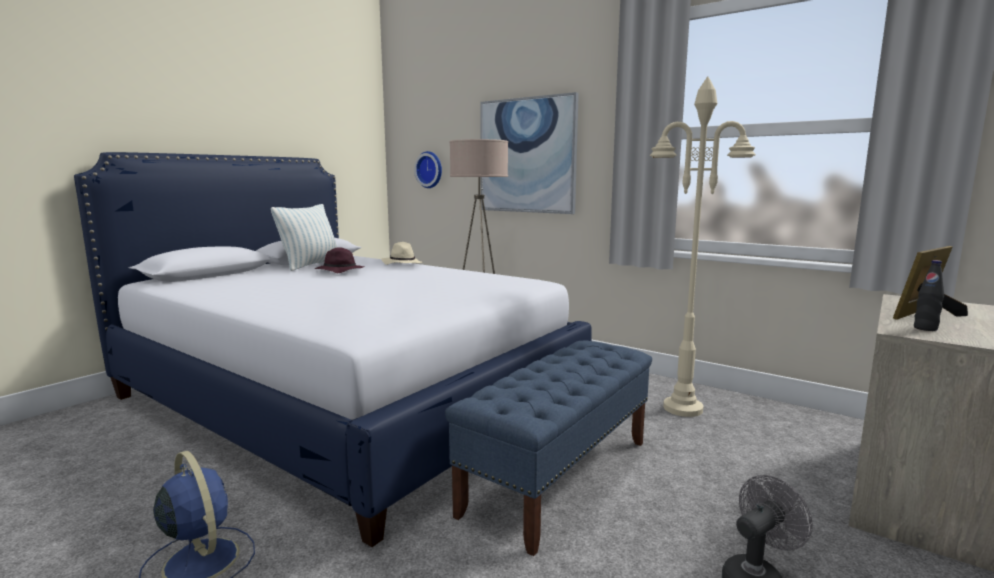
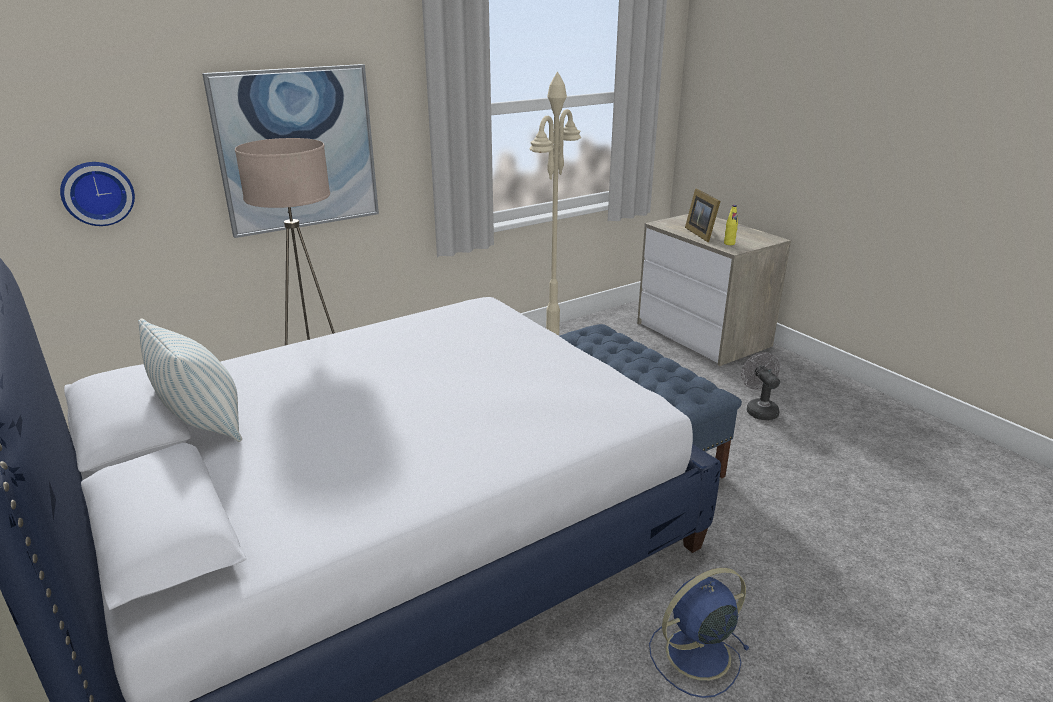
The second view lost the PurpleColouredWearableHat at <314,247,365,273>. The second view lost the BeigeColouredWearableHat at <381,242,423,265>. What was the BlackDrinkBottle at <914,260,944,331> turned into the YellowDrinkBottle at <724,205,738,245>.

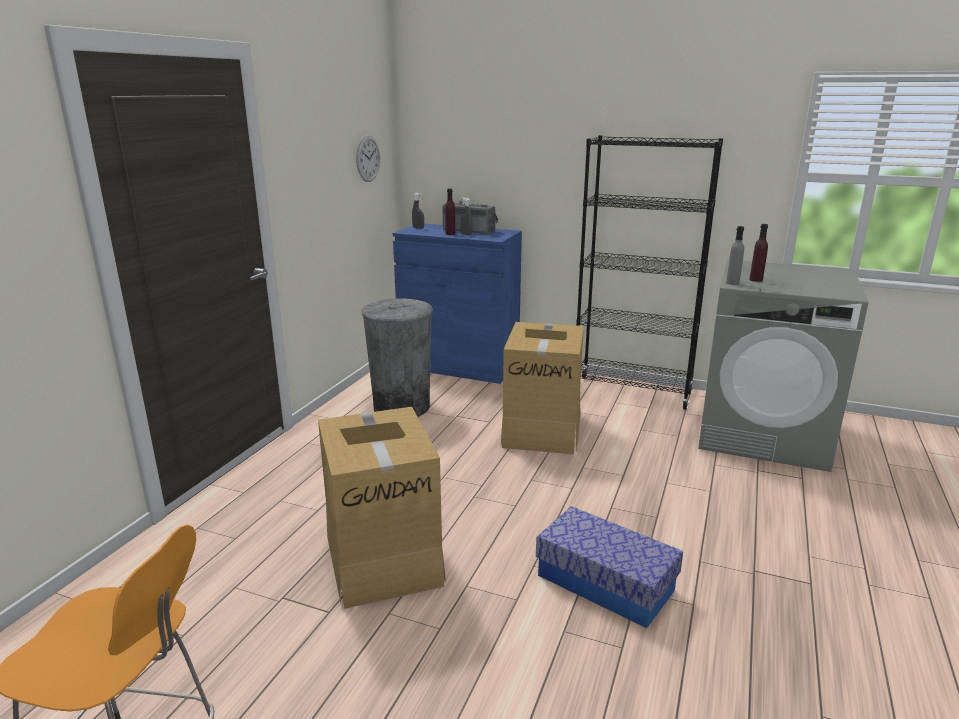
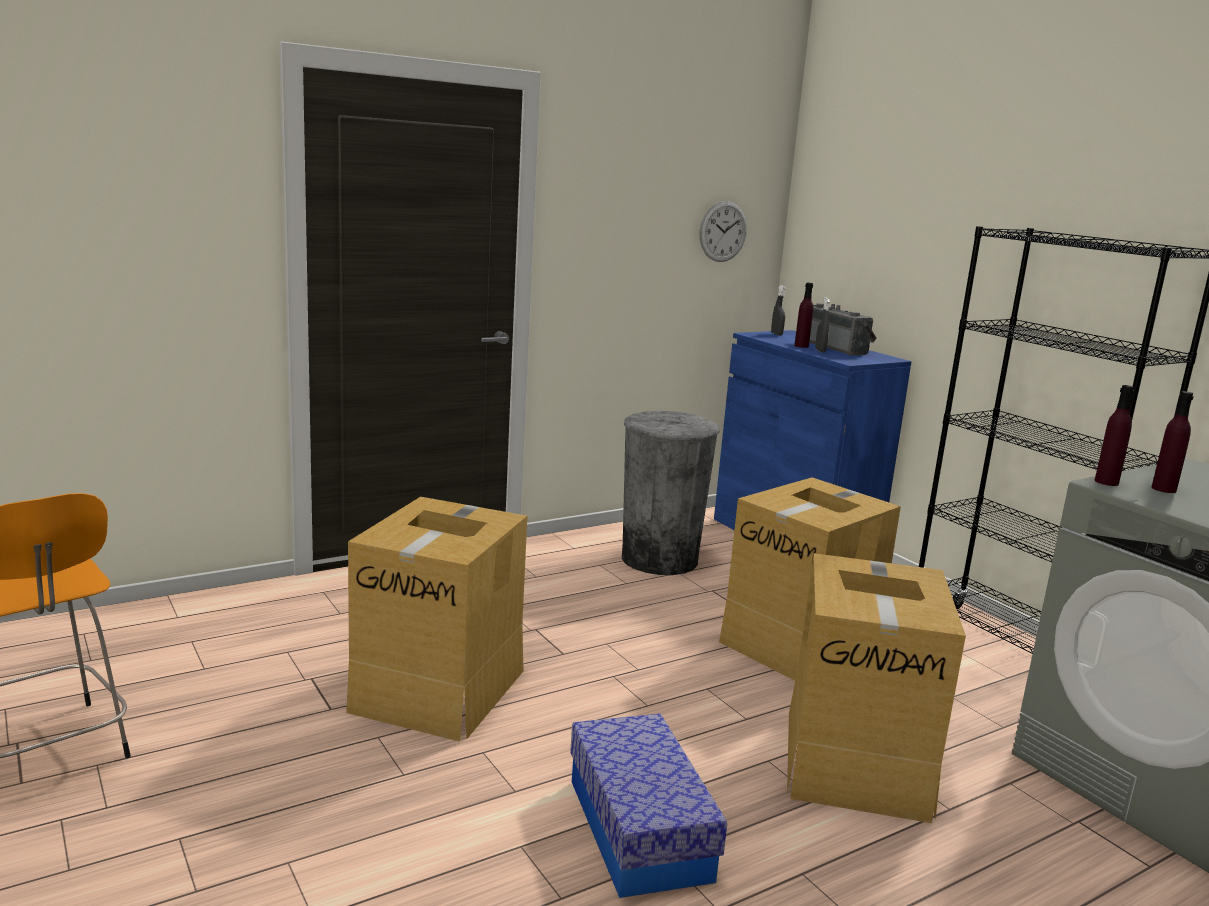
What was the GreyishDrinkBottle at <726,226,744,285> turned into the PurpleColouredDrinkBottle at <1095,385,1134,486>. The second view gained the Carton at <787,553,966,823>.

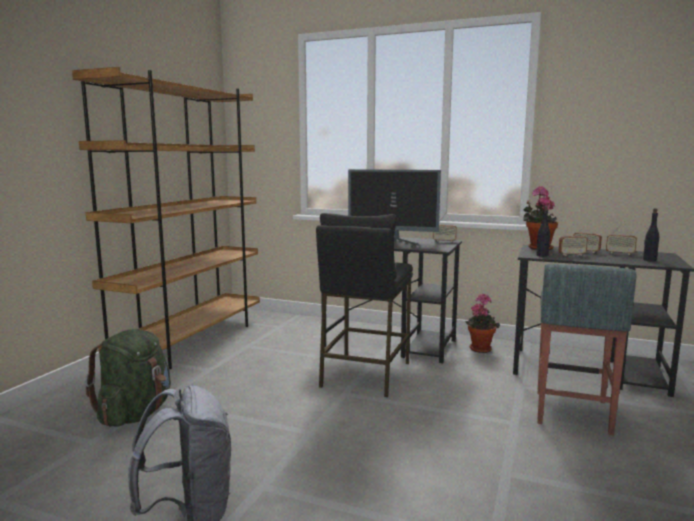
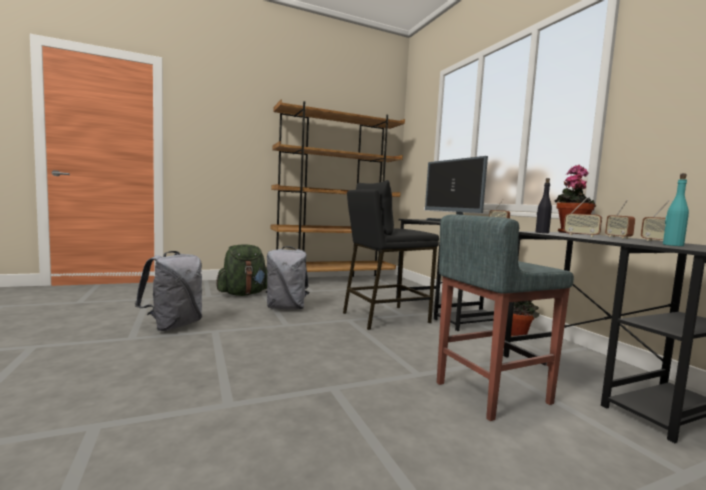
What was the BlackDrinkBottle at <643,208,659,261> turned into the TurquoiseDrinkBottle at <663,173,689,246>. The second view gained the GreyishKnapsack at <266,246,310,309>.

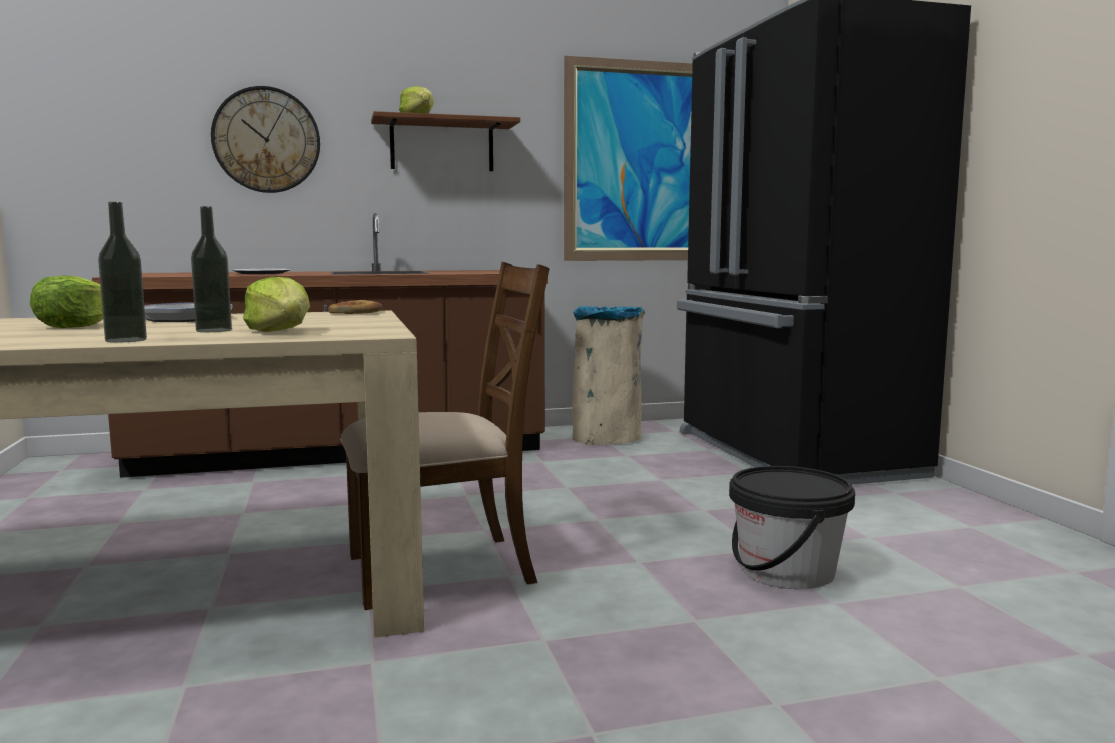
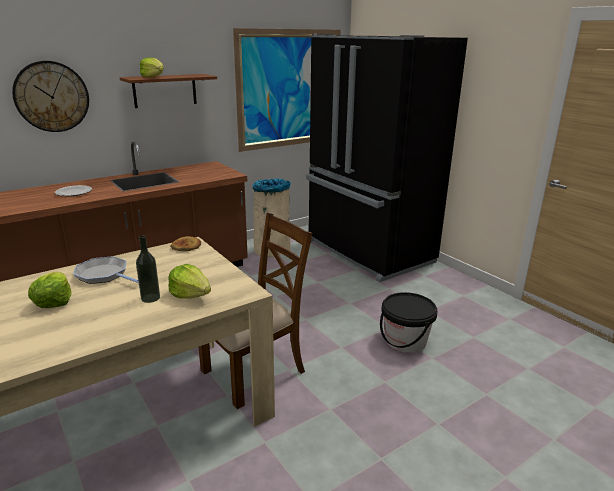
The second view lost the DrinkBottle at <98,202,147,343>.

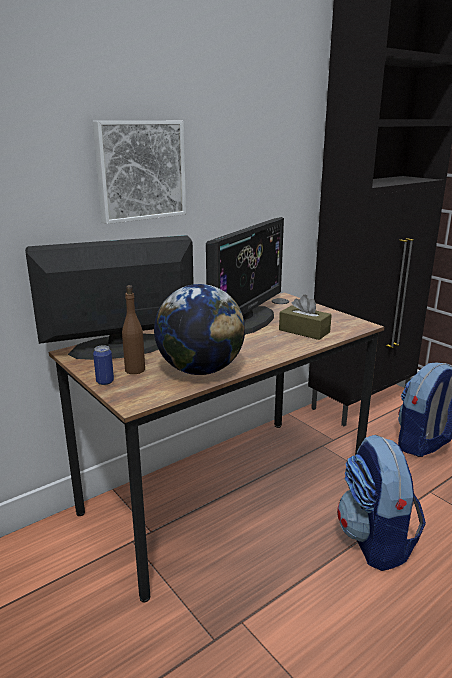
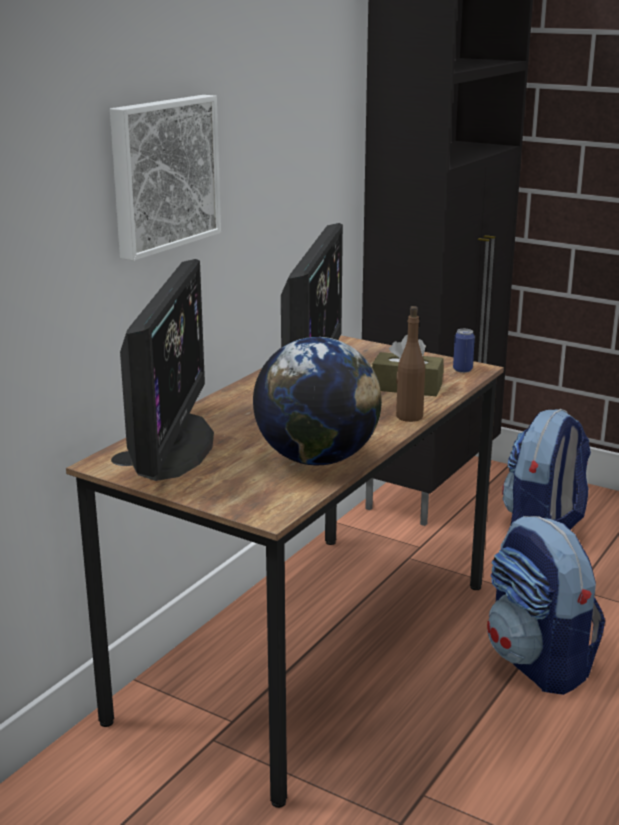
The ComputerScreen at <25,235,194,360> ended up facing another way, 135 degrees clockwise from before. The MetalCan ended up elsewhere, having gone from <93,345,114,385> to <453,329,475,373>. The BrownColouredDrinkBottle ended up elsewhere, having gone from <122,285,145,374> to <396,306,425,422>.

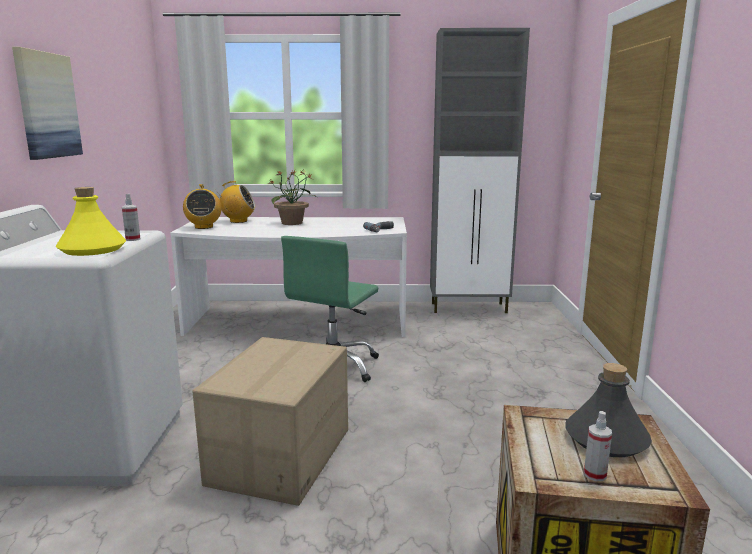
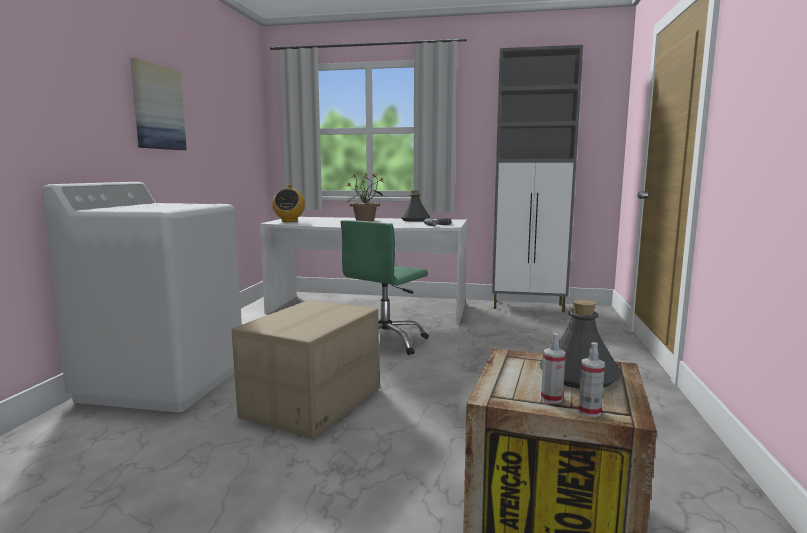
The second view lost the YellowDrinkBottle at <56,187,126,256>. The Sprayer ended up elsewhere, having gone from <122,194,140,241> to <578,342,605,417>. The second view lost the RadioSet at <215,181,255,223>. The second view gained the GreyishDrinkBottle at <400,190,430,222>.

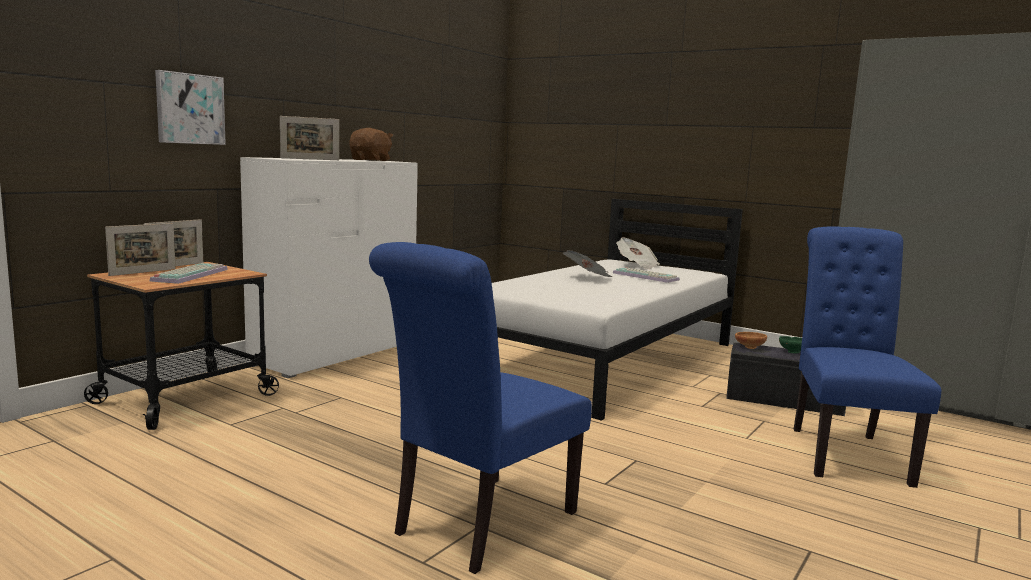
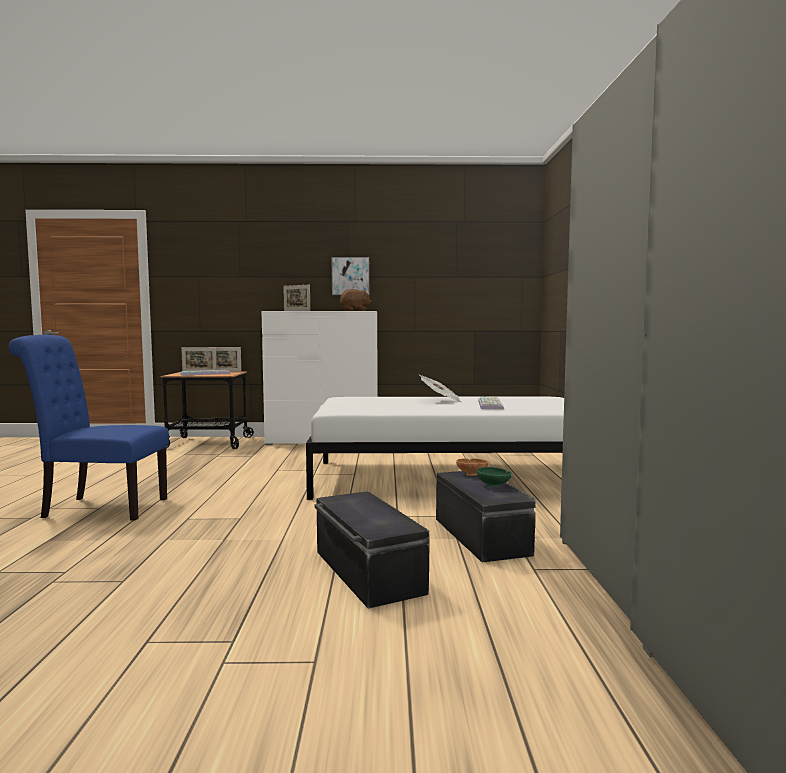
The Picture ended up elsewhere, having gone from <155,70,226,145> to <332,257,369,295>. The second view lost the Newspaper at <616,237,660,269>. Where the BlueColouredChair stood at <793,226,941,488>, the BlackStorageBin came to stand at <314,491,429,609>.

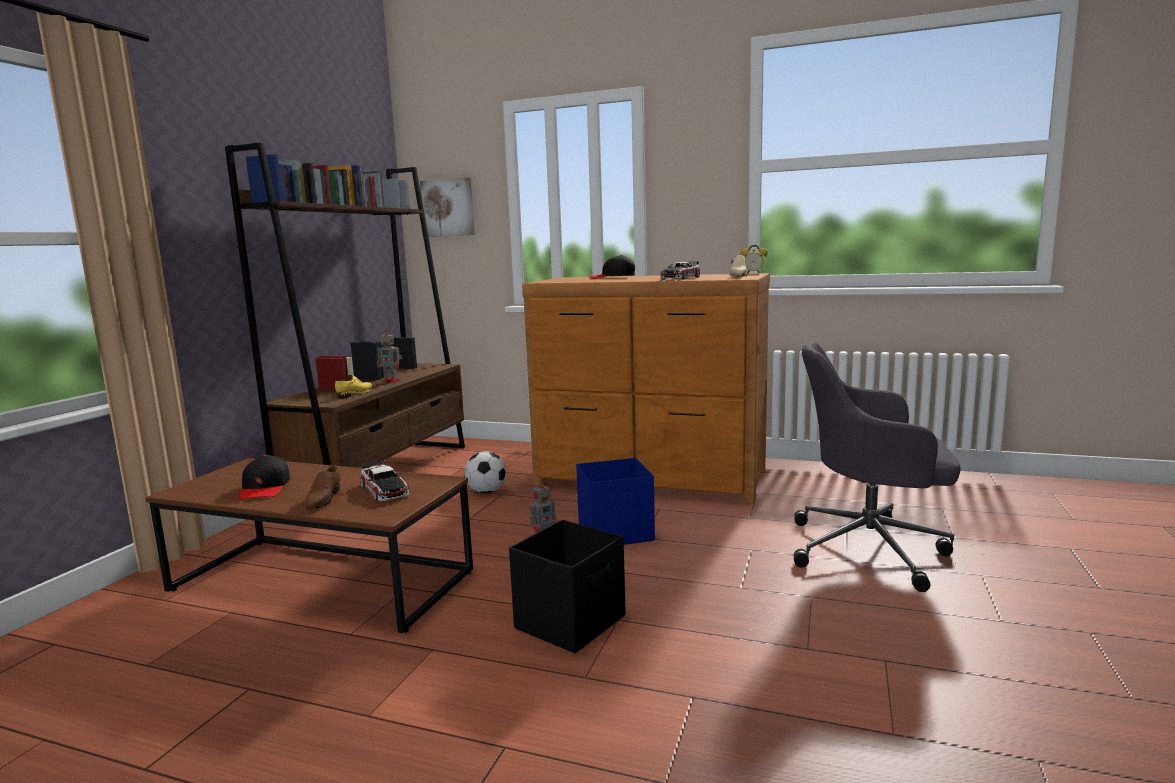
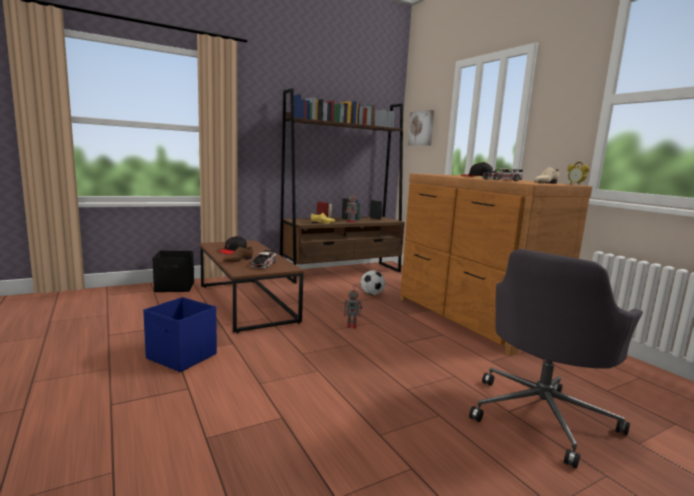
The BlackStorageBin ended up elsewhere, having gone from <509,520,626,653> to <152,251,194,292>. The BlueColouredStorageBin ended up elsewhere, having gone from <576,458,655,545> to <143,297,217,372>. The GreyishOfficeChair at <794,342,961,592> ended up facing another way, 105 degrees counterclockwise from before.

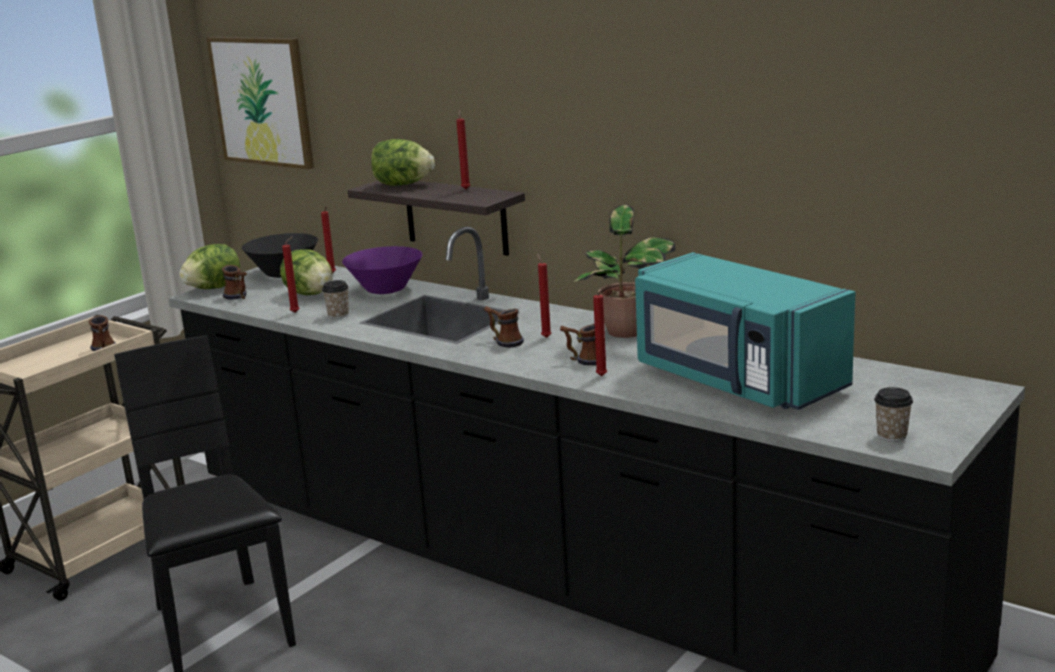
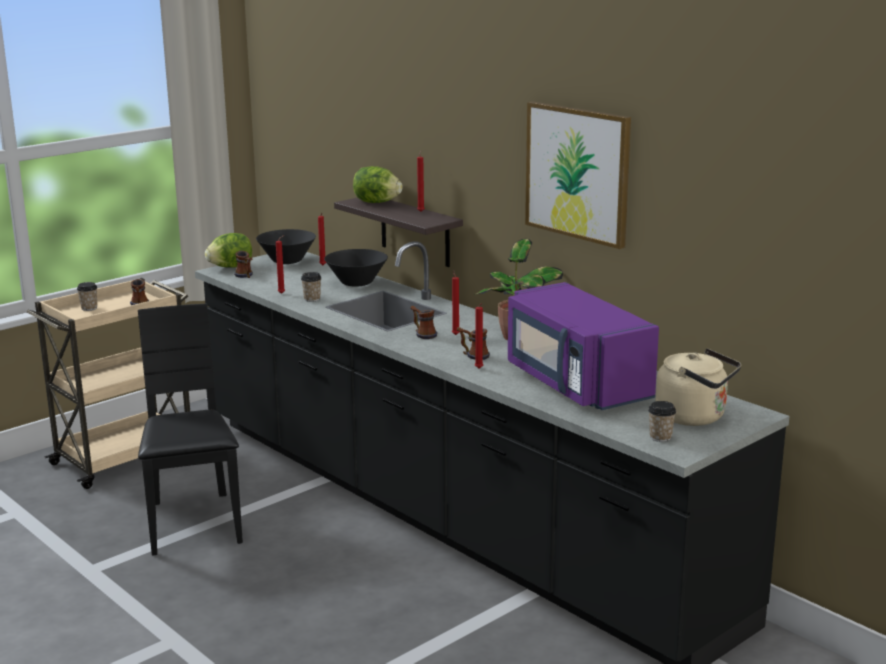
The Picture ended up elsewhere, having gone from <207,37,314,169> to <525,101,631,249>. The second view lost the Lettuce at <280,249,333,295>. What was the PurpleColouredBowl at <342,246,423,294> turned into the BlackBowl at <324,249,388,287>. What was the TurquoiseMicrowaveOven at <635,252,855,410> turned into the PurpleColouredMicrowaveOven at <508,282,659,410>. The second view gained the DrinkingCup at <77,282,97,311>. The second view gained the BeigeColouredKettle at <656,348,741,426>.

